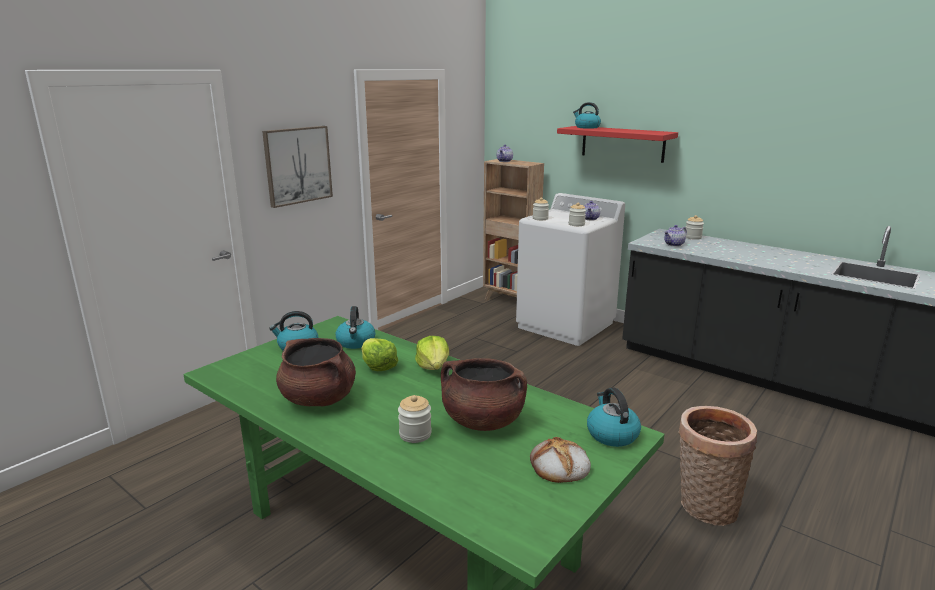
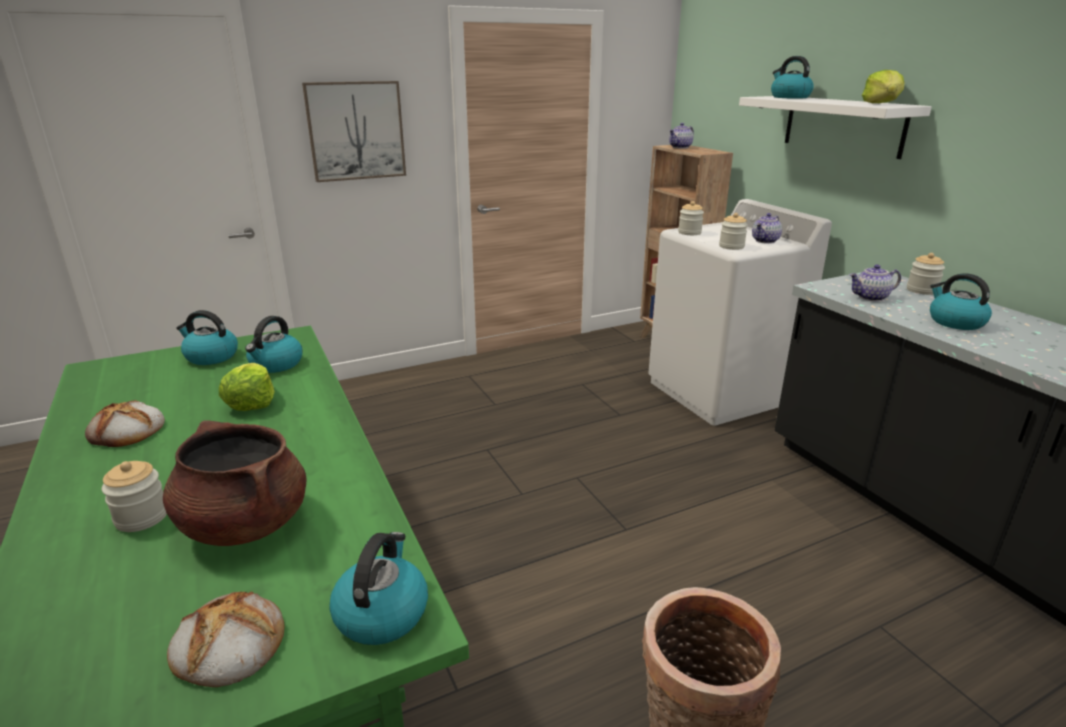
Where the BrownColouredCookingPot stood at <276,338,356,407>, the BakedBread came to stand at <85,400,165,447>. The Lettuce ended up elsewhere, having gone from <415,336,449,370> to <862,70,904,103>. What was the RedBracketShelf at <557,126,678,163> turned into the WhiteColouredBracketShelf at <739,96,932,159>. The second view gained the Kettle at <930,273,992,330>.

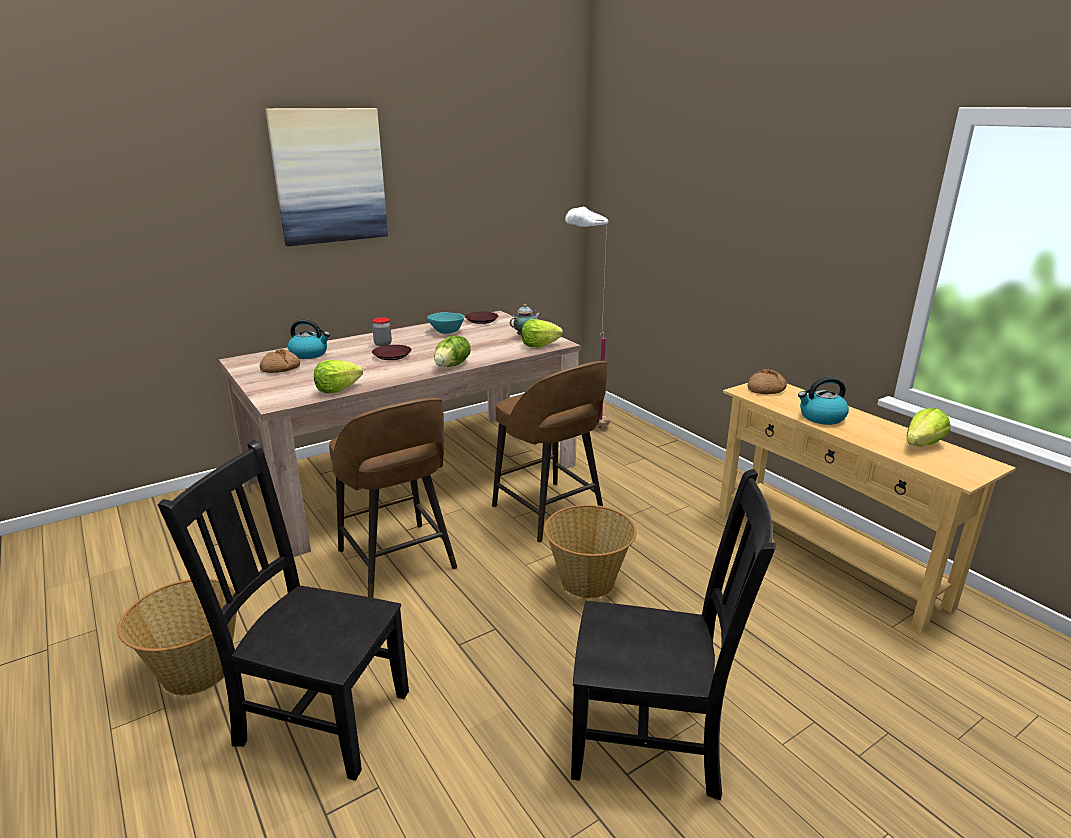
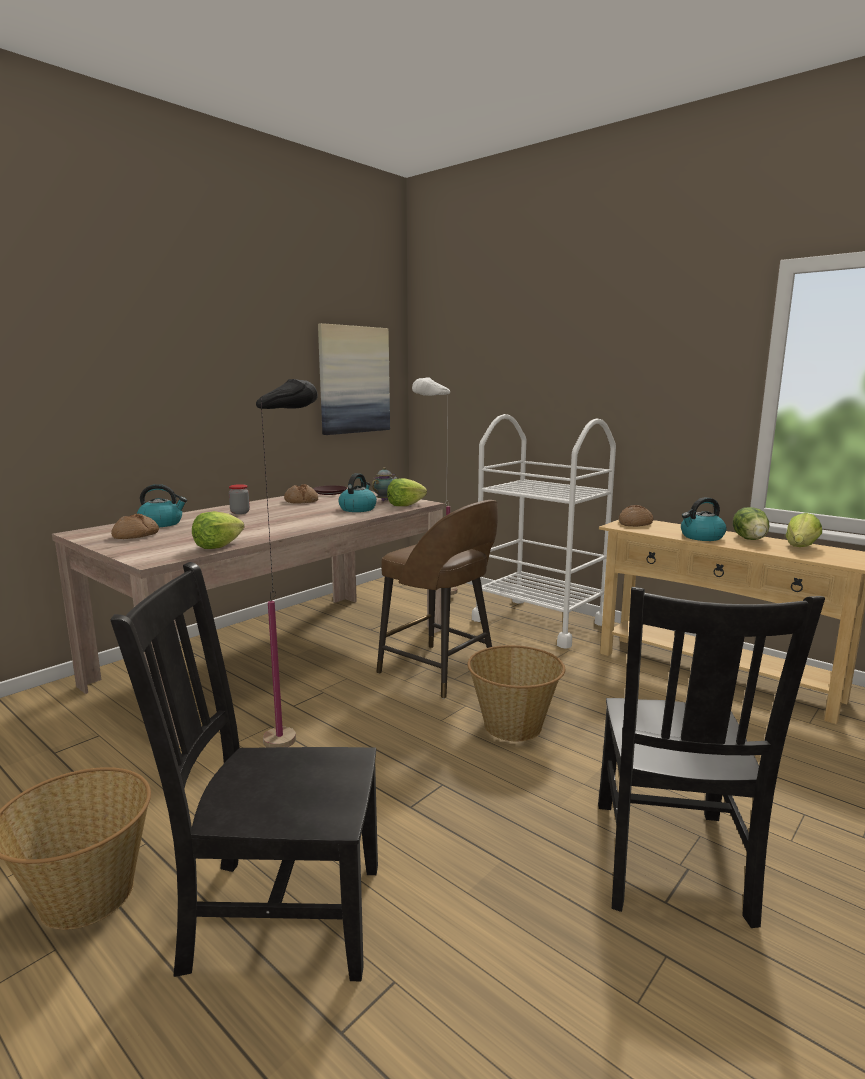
The Picture ended up elsewhere, having gone from <265,108,388,246> to <318,323,390,435>. Where the BrownColouredSittingStool stood at <329,398,457,598>, the BlackStandardLamp came to stand at <256,379,318,747>. The second view lost the BrownColouredFlatDish at <372,345,412,360>. Where the TurquoiseBowl stood at <427,312,465,334>, the BakedBread came to stand at <284,484,318,504>. The Lettuce ended up elsewhere, having gone from <434,336,471,367> to <733,507,769,540>. The BlackChair at <571,469,776,801> ended up facing another way, 105 degrees clockwise from before. The second view gained the Kettle at <338,473,377,512>. The second view gained the WhiteColouredTrolley at <472,414,616,649>.

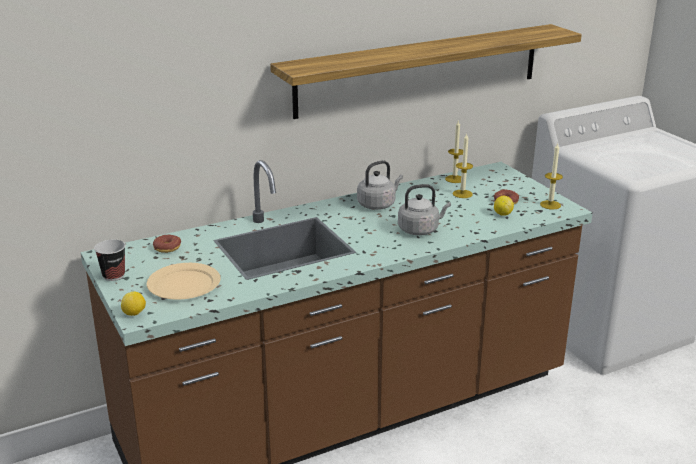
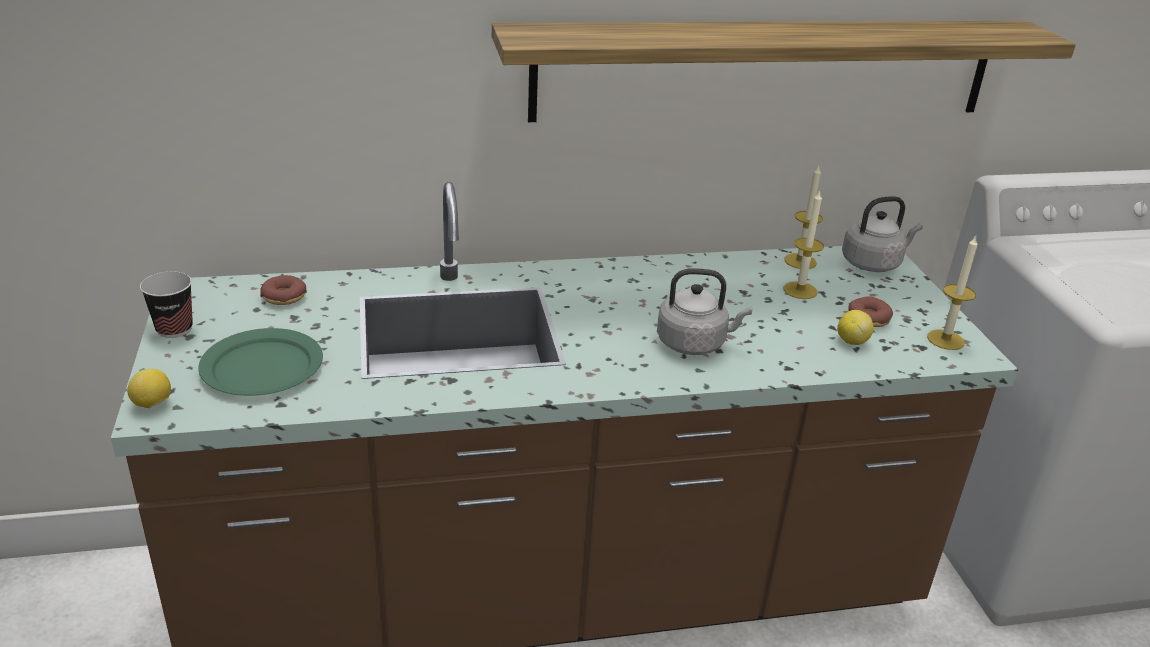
What was the BeigeColouredFlatDish at <147,263,221,300> turned into the GreenishFlatDish at <198,328,323,396>. The GreyishKettle ended up elsewhere, having gone from <357,160,403,210> to <842,196,923,272>.

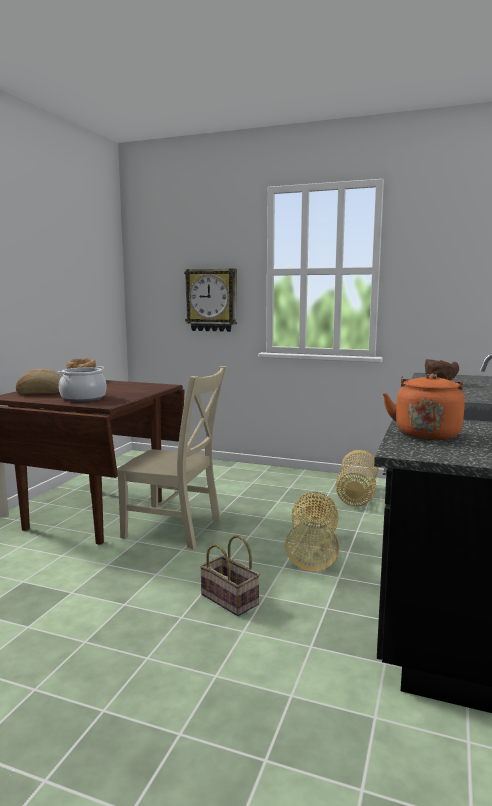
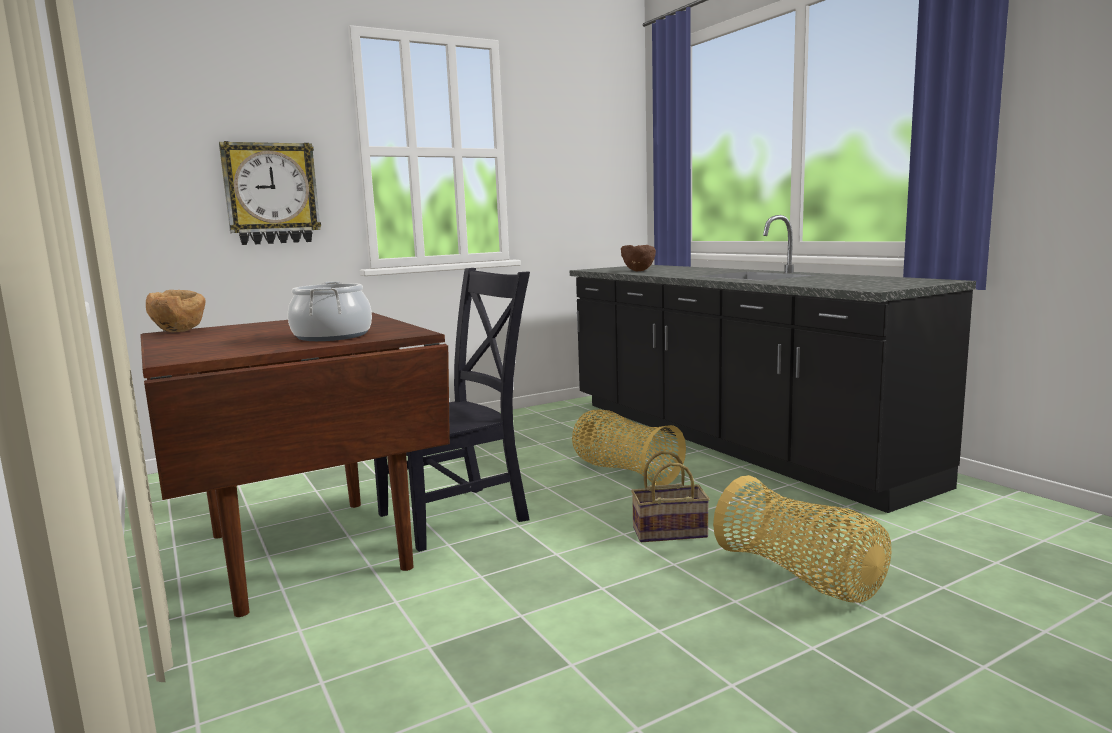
The second view lost the BakedBread at <16,369,61,394>. What was the BeigeColouredChair at <117,366,226,549> turned into the BlackChair at <374,268,530,552>. The StorageBasket ended up elsewhere, having gone from <336,450,379,506> to <713,475,892,603>. The second view lost the OrangeColouredKettle at <383,374,465,440>.

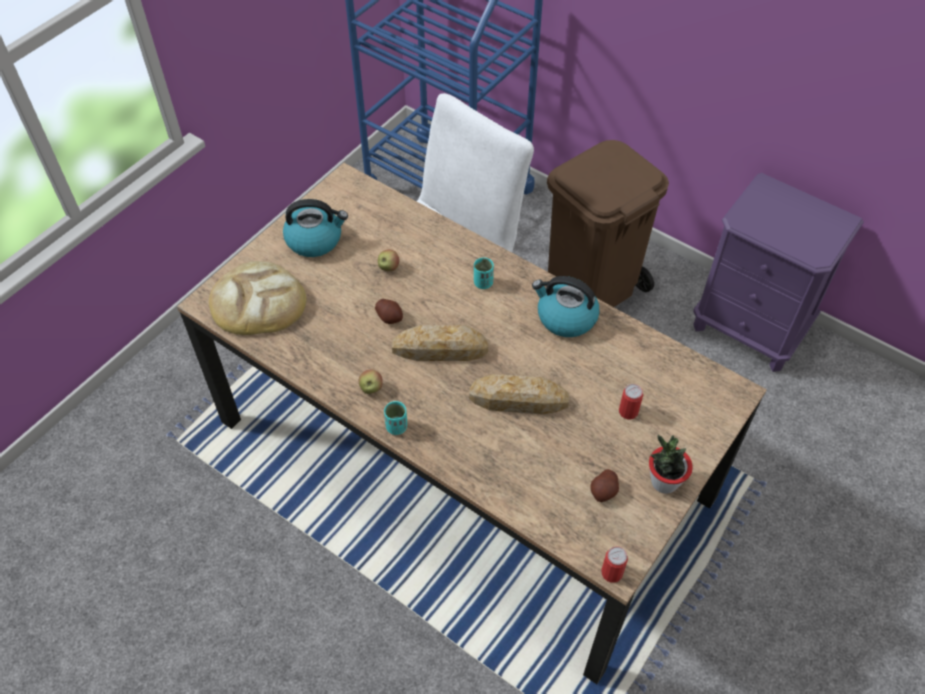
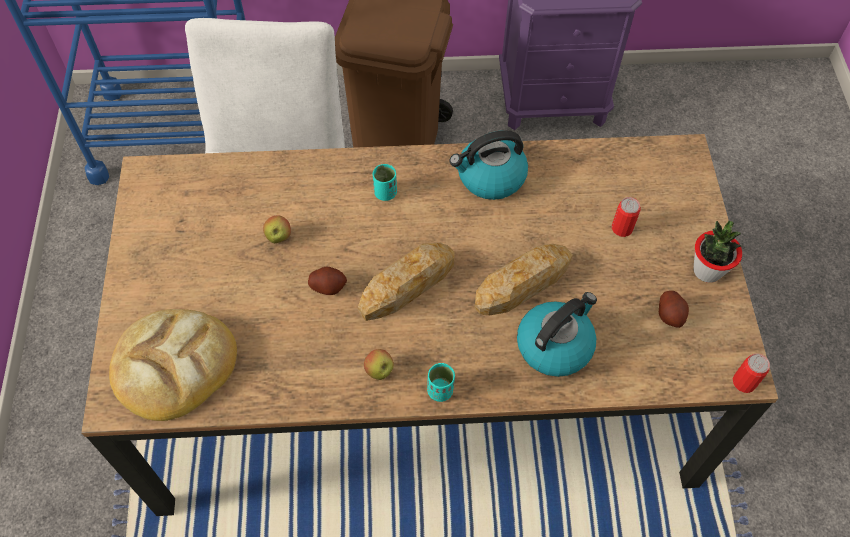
The Kettle ended up elsewhere, having gone from <283,199,348,257> to <517,292,597,377>.

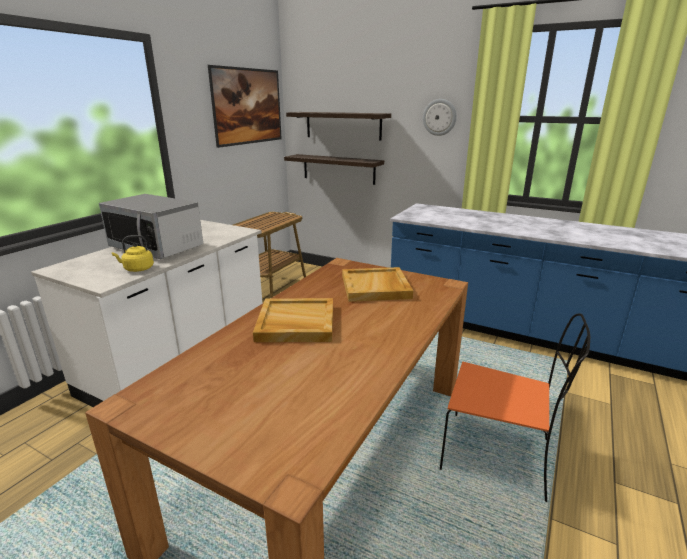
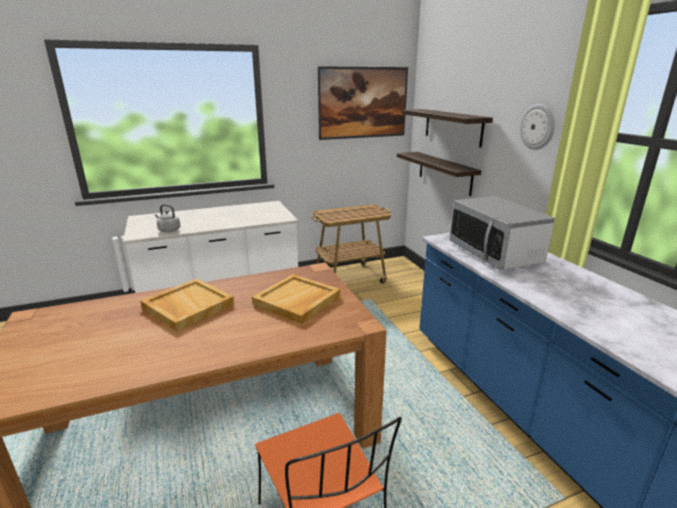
The MicrowaveOven ended up elsewhere, having gone from <99,194,203,259> to <450,196,555,270>. What was the YellowKettle at <112,235,154,272> turned into the GreyishKettle at <155,204,180,232>.

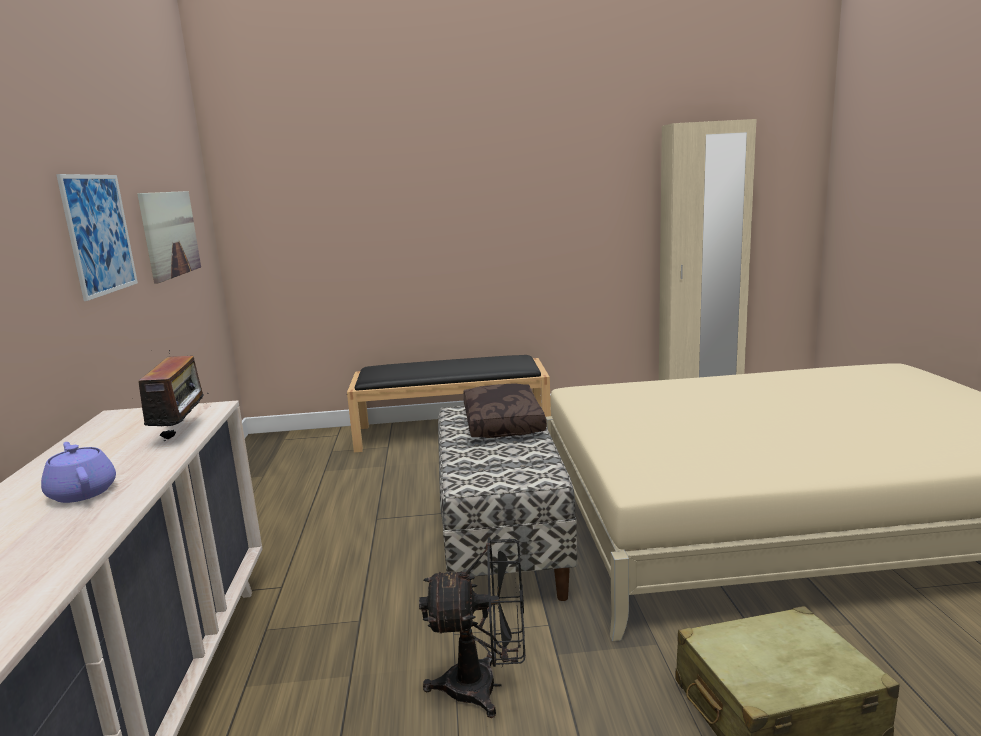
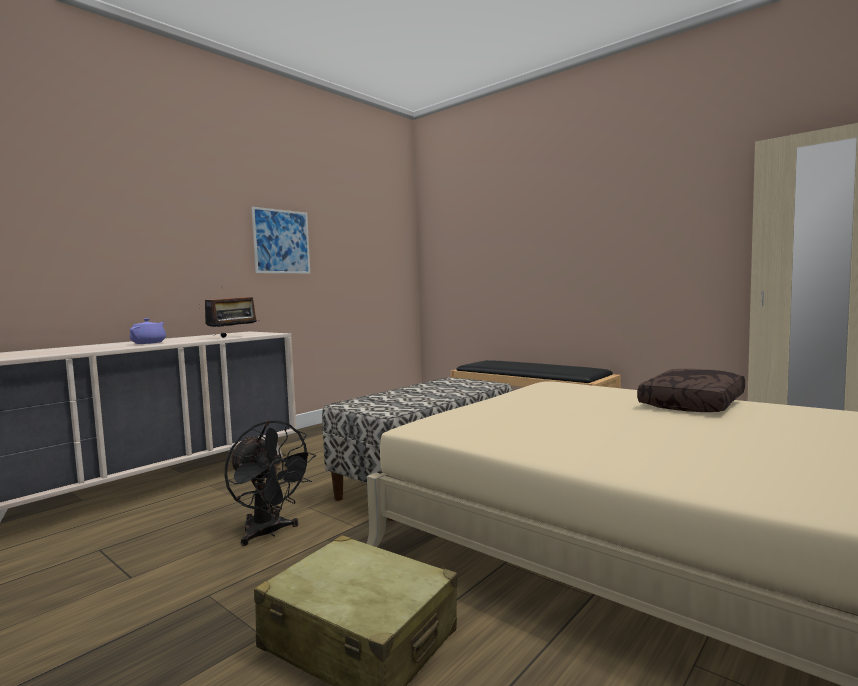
The second view lost the Picture at <137,191,201,284>. The BrownColouredPillow ended up elsewhere, having gone from <463,383,546,438> to <637,369,745,412>.

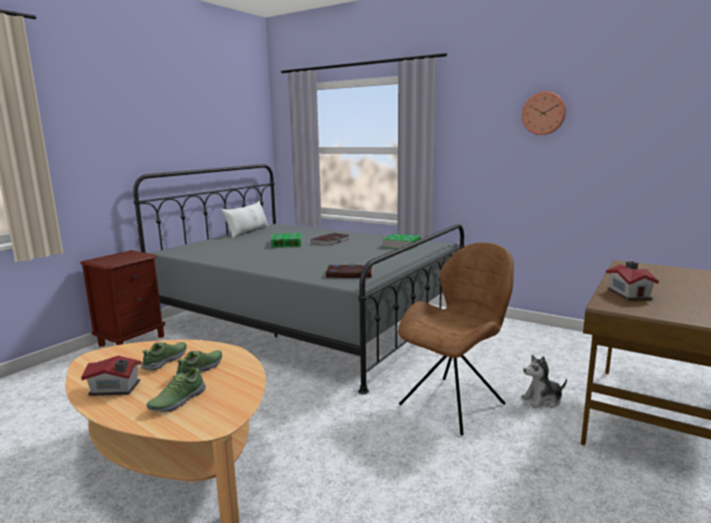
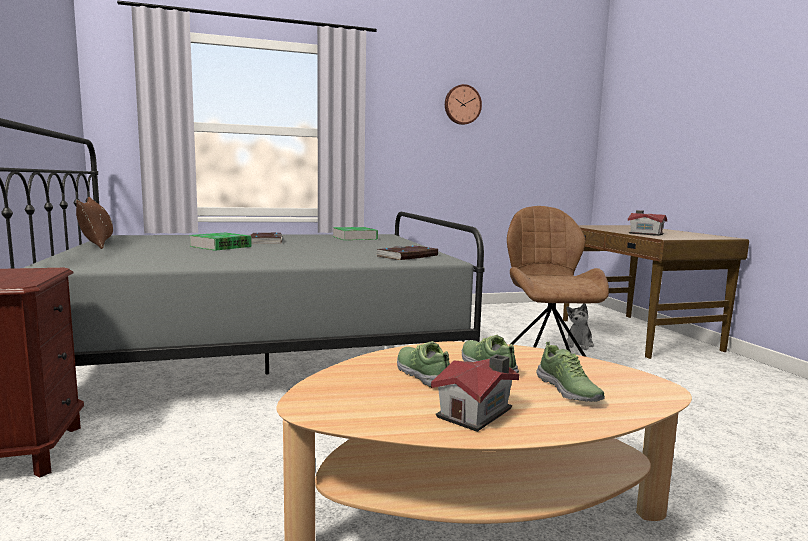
What was the WhiteColouredPillow at <221,201,269,238> turned into the BrownColouredPillow at <76,197,113,249>.

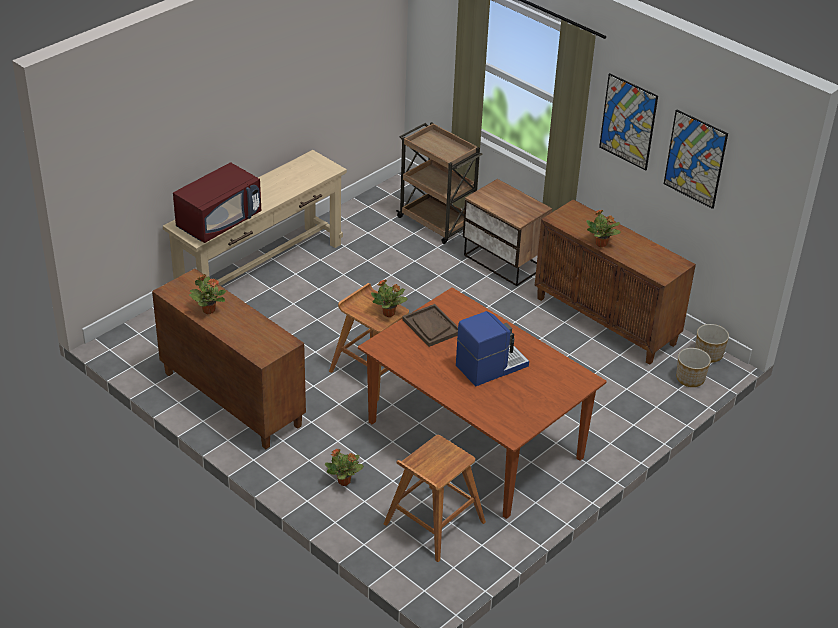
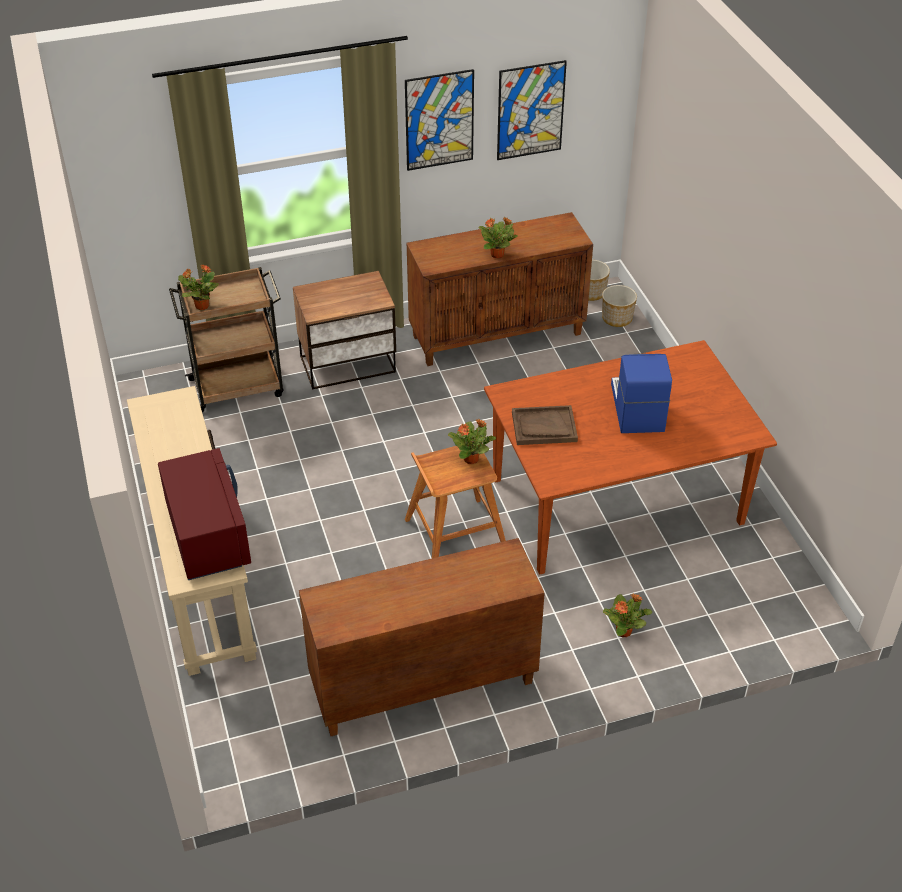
The Houseplant ended up elsewhere, having gone from <189,274,226,314> to <178,265,219,310>. The second view lost the BrownColouredSittingStool at <384,435,486,562>.

